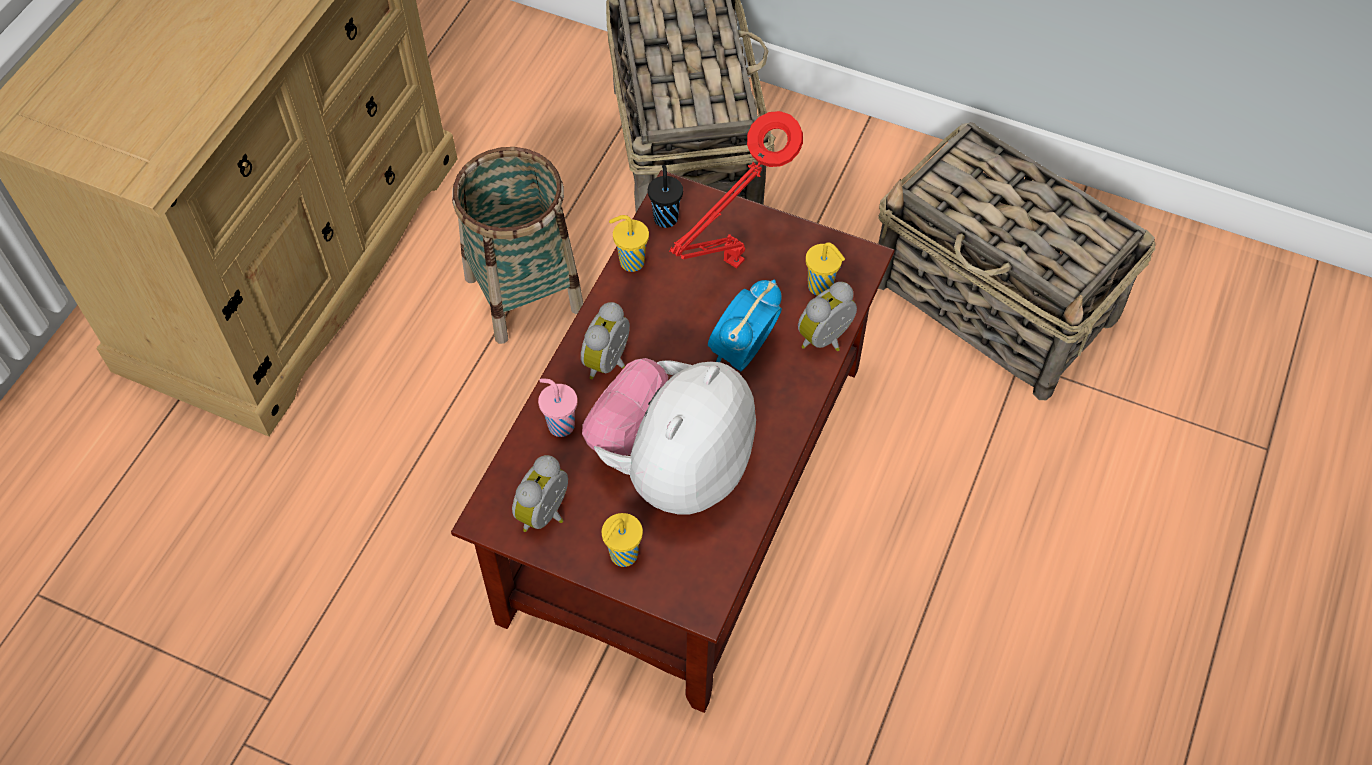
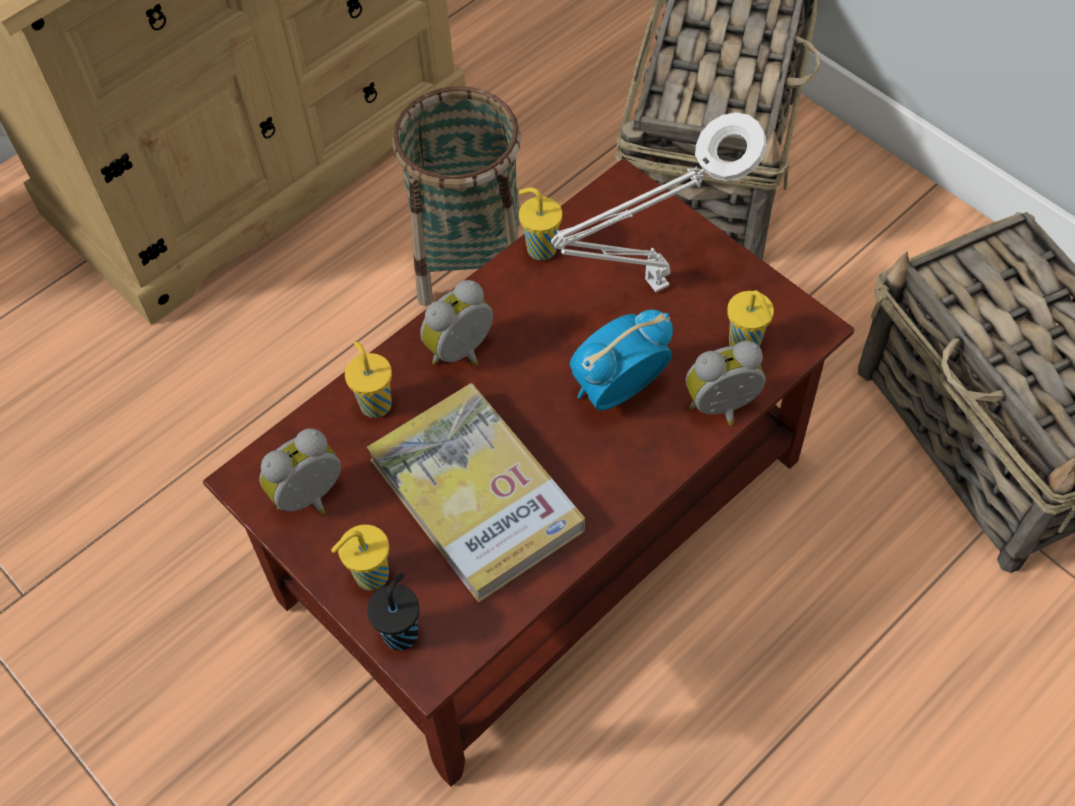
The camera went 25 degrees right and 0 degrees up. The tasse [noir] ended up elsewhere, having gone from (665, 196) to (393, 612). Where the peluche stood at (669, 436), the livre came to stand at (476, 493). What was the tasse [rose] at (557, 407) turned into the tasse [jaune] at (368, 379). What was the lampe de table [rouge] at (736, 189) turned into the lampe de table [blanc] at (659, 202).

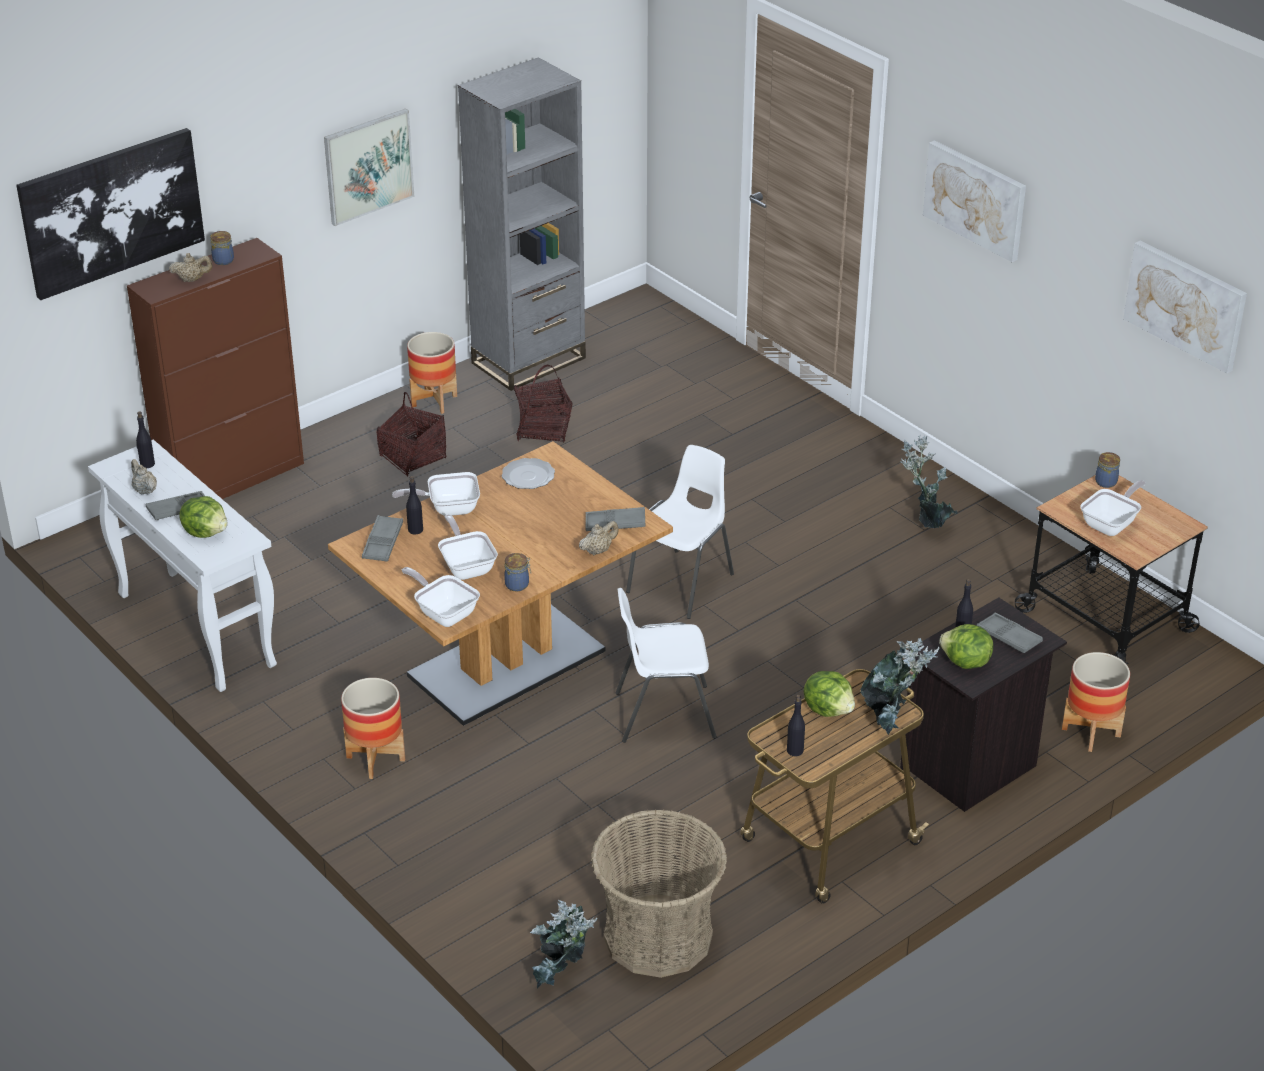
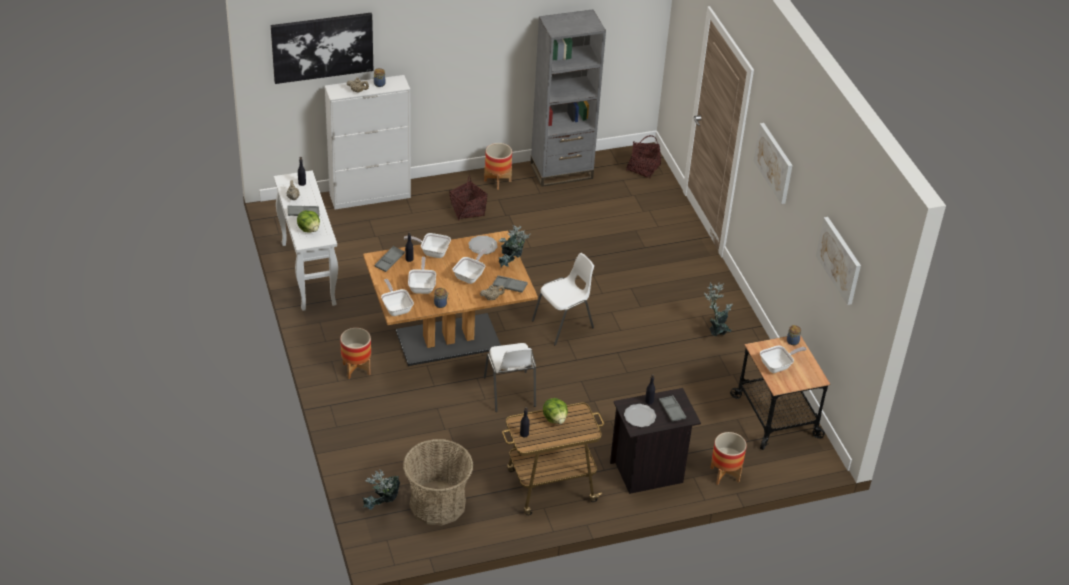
The camera went 20 degrees right and 5 degrees up. The second view lost the tableau at (369, 167). The second view gained the poêle at (470, 266). The panier ended up elsewhere, having gone from (543, 404) to (643, 157). The plante en pot ended up elsewhere, having gone from (899, 686) to (515, 246). Where the laitue stood at (966, 646), the assiette came to stand at (640, 415). What was the meuble de rangement [marron] at (215, 368) turned into the meuble de rangement [blanc] at (368, 142). The chaise [blanc] at (666, 665) ended up facing another way, 120 degrees counterclockwise from before.

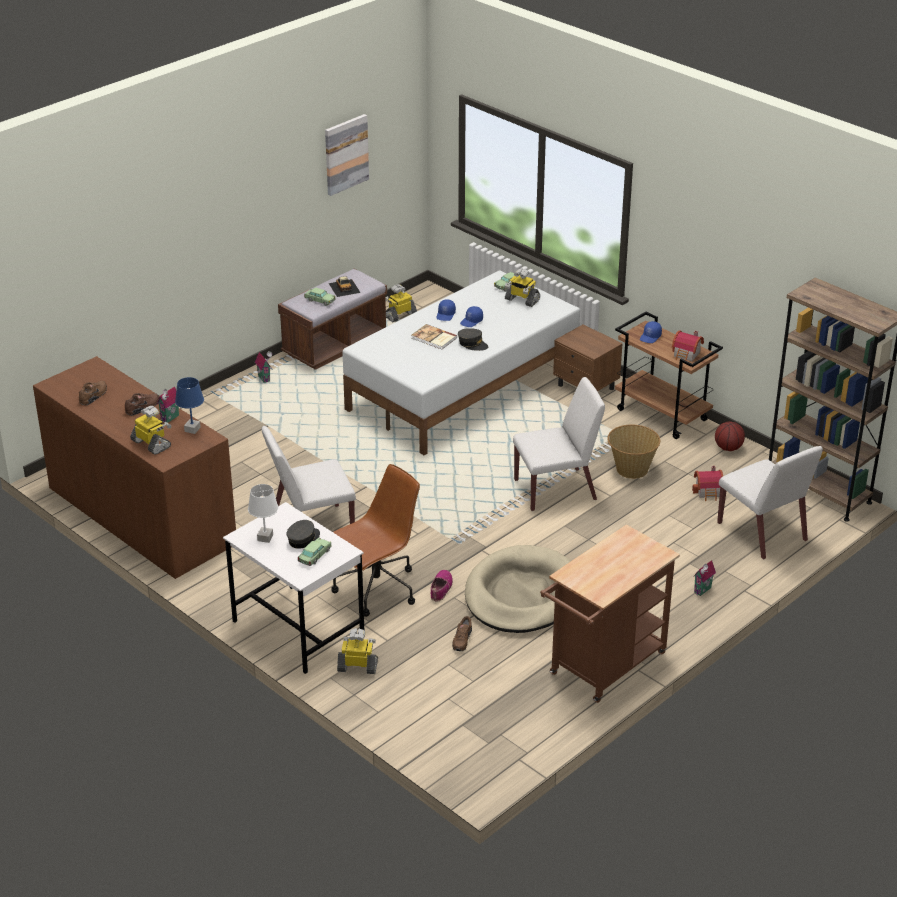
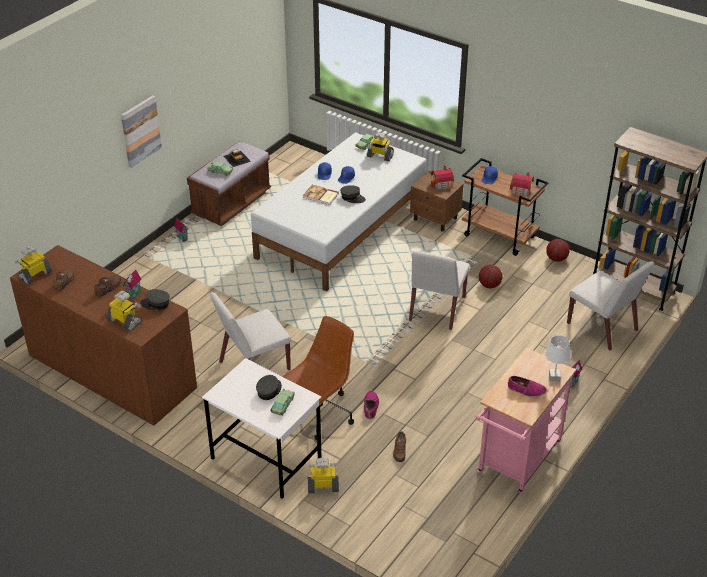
The camera went 10 degrees left and 5 degrees up. The second view lost the panier pour chien [beige] at (518, 589). The second view gained the chaussure at (527, 386). The lampe de table [blanc] ended up elsewhere, having gone from (263, 513) to (558, 358). The tableau ended up elsewhere, having gone from (347, 155) to (141, 131). The robot jouet ended up elsewhere, having gone from (401, 303) to (33, 265). The maison miniature ended up elsewhere, having gone from (707, 483) to (442, 178). Where the lampe de table [bleu] stood at (189, 405), the casquette [gris] came to stand at (155, 299). Where the panier stood at (633, 451), the ballon de basket came to stand at (490, 276). What was the chariot [marron] at (610, 614) turned into the chariot [rose] at (526, 420). The chaise [blanc] at (559, 444) ended up facing another way, 135 degrees clockwise from before.

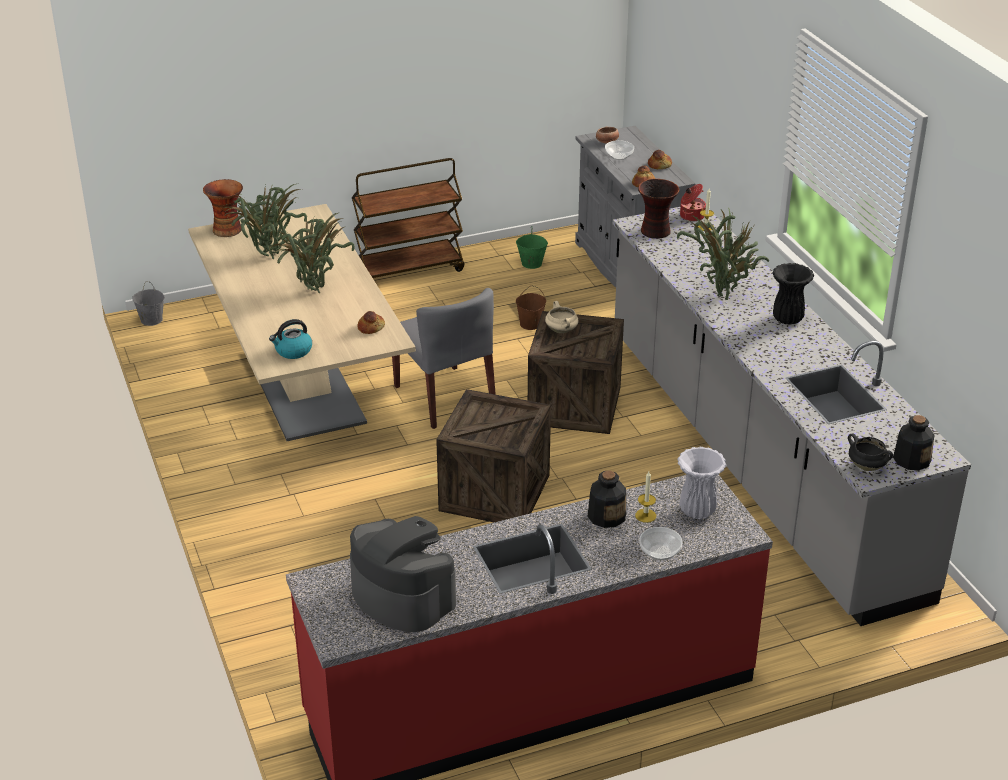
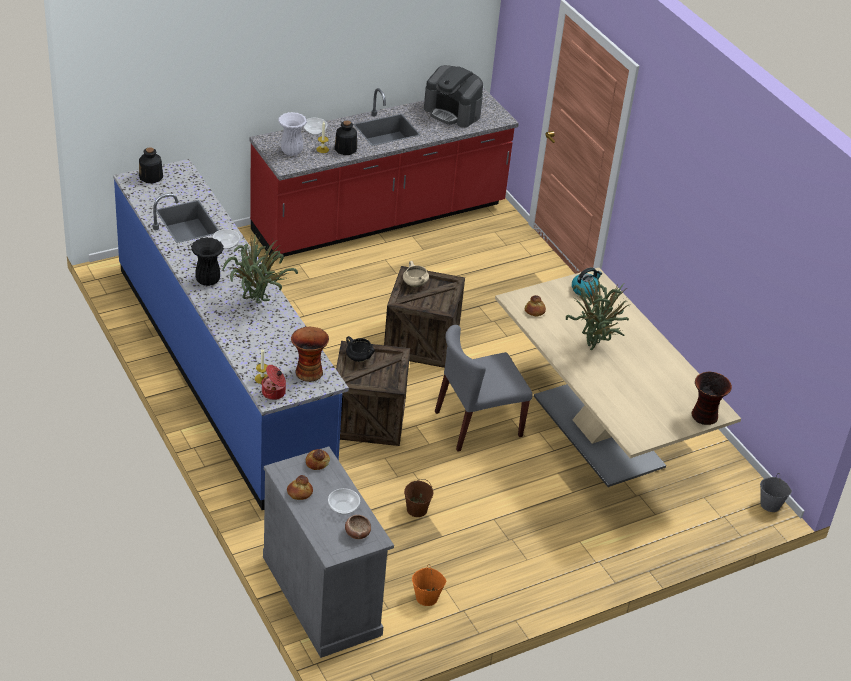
The camera went 170 degrees right and 5 degrees up. The second view lost the plante en pot at (263, 222). The second view lost the chariot [marron] at (408, 218). The second view gained the bol at (226, 239). The marmite [beige] ended up elsewhere, having gone from (562, 317) to (416, 274). The marmite [noir] ended up elsewhere, having gone from (870, 452) to (360, 349). What was the seau [vert] at (532, 247) turned into the seau [orange] at (429, 585). What was the comptoir de cuisine [gris] at (792, 416) turned into the comptoir de cuisine [bleu] at (231, 334). The chaise [gris] at (444, 358) ended up facing another way, 75 degrees counterclockwise from before.

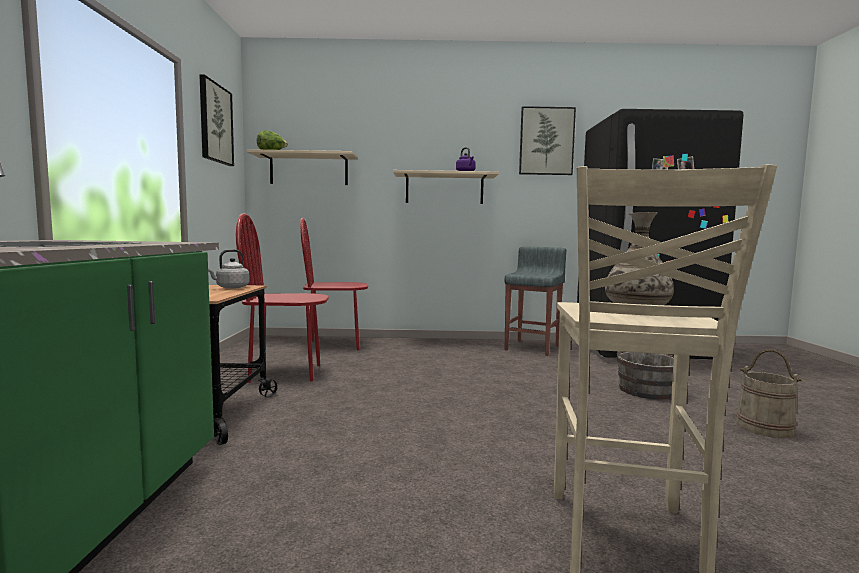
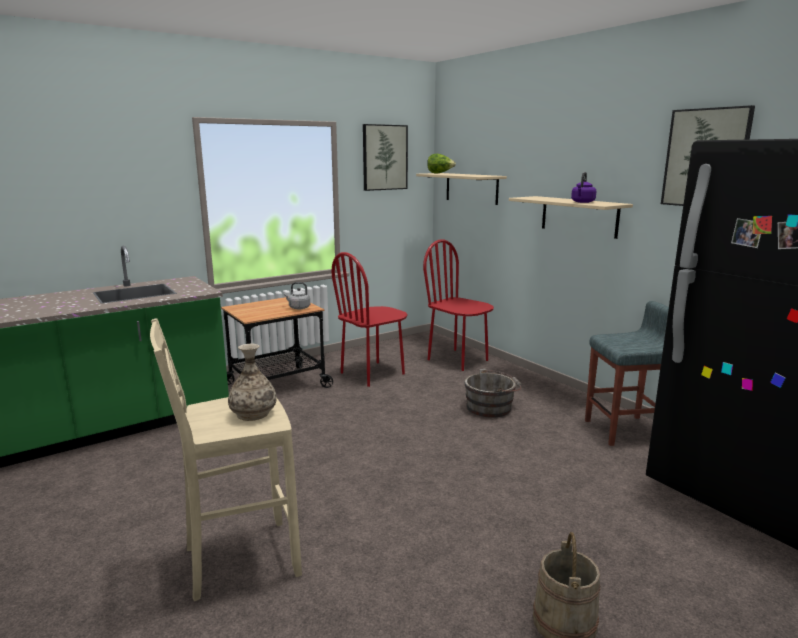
The camera went 55 degrees right and 10 degrees up. The seau [gris] ended up elsewhere, having gone from (645, 375) to (493, 393). The chaise [rouge] at (282, 298) ended up facing another way, 90 degrees counterclockwise from before.

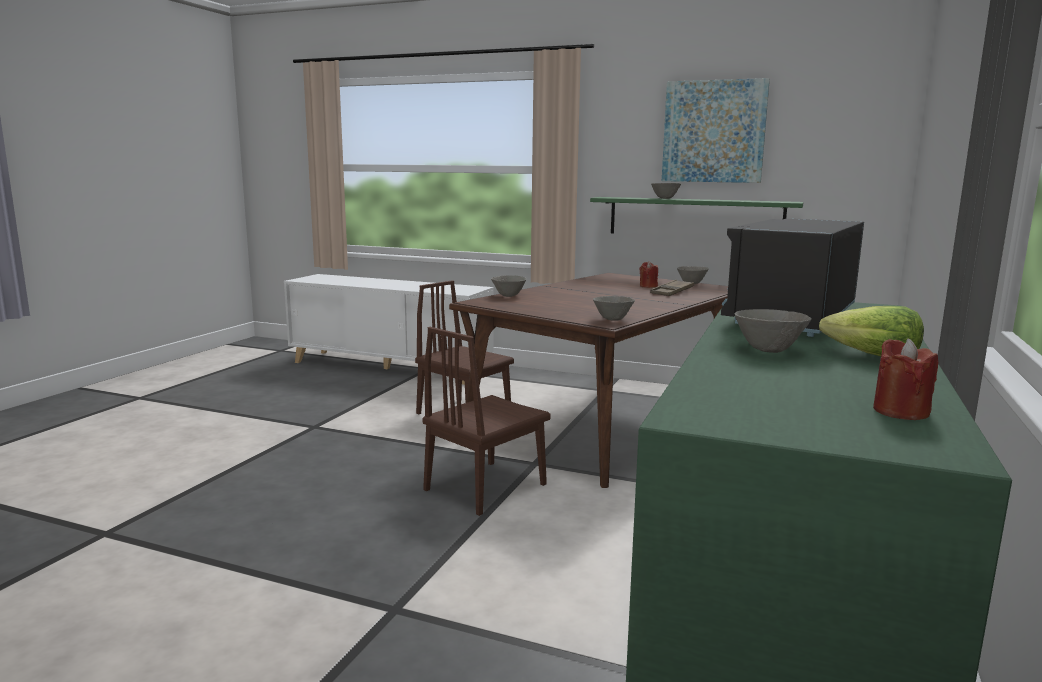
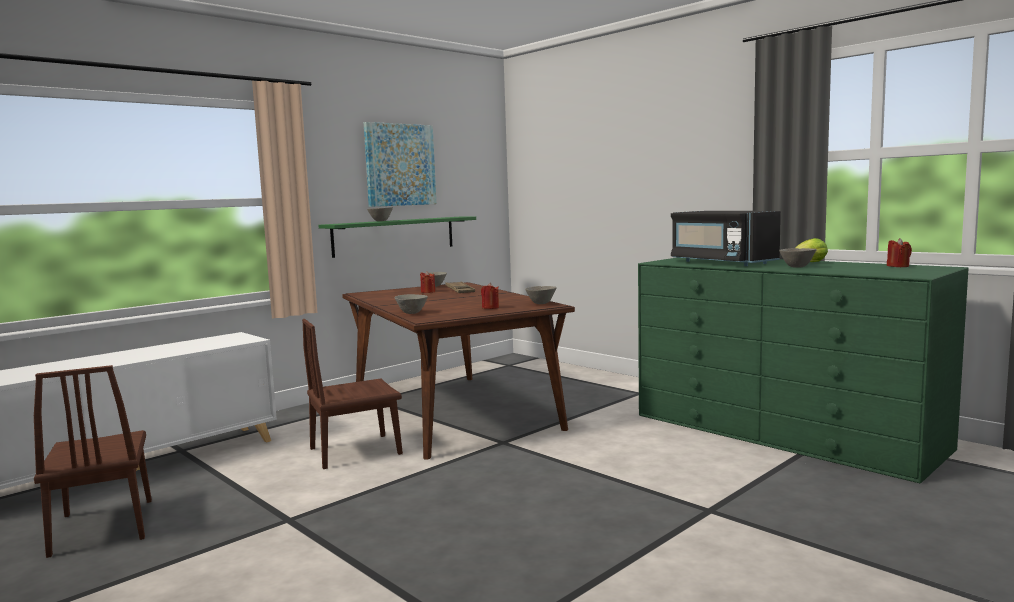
The camera went 65 degrees left and 5 degrees down. The second view gained the bougie [rouge] at (490, 296). The chaise [marron] ended up elsewhere, having gone from (486, 421) to (93, 461).

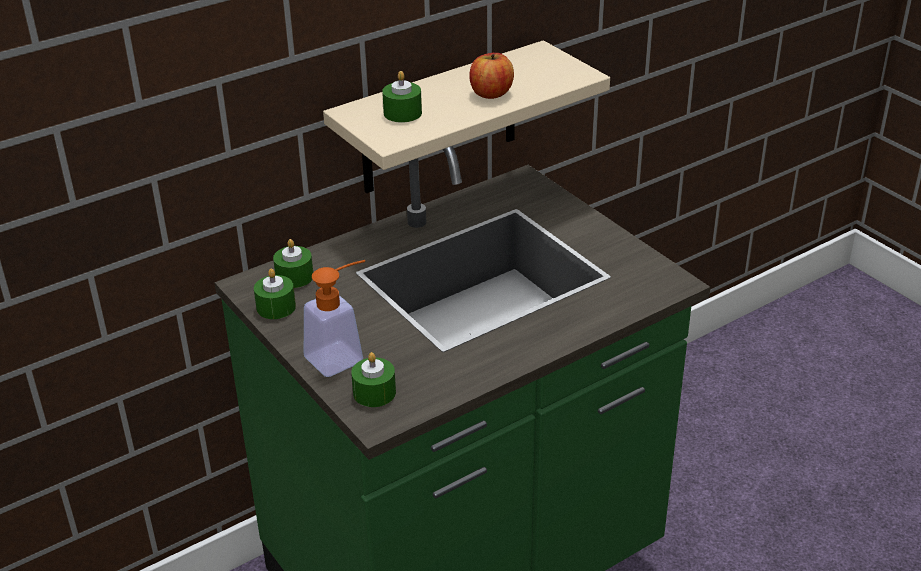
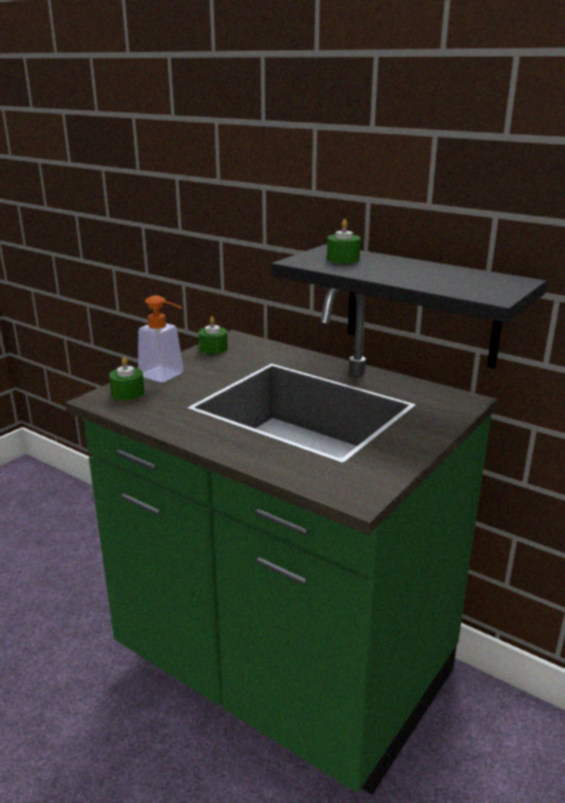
The camera went 70 degrees right and 10 degrees down. The second view lost the bougie [vert] at (293, 263). The second view lost the pomme at (491, 76). What was the étagère [beige] at (466, 116) turned into the étagère [noir] at (409, 306).

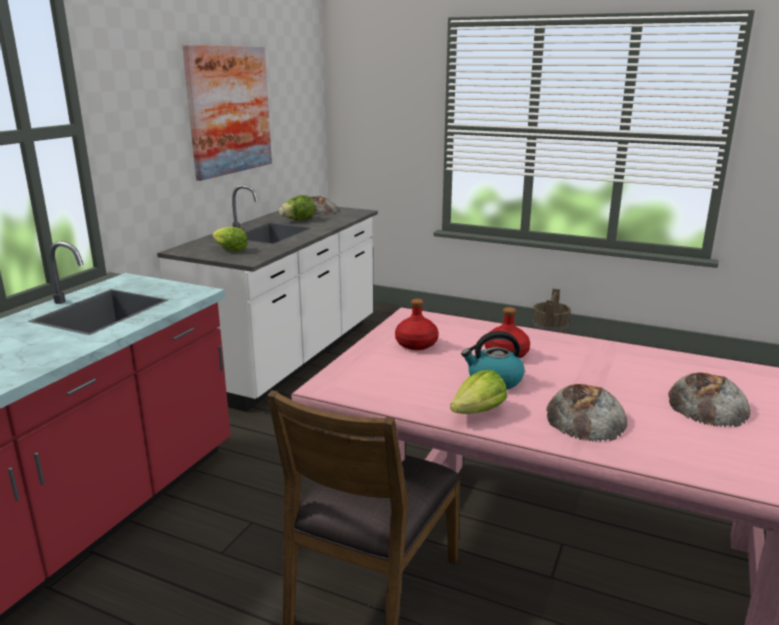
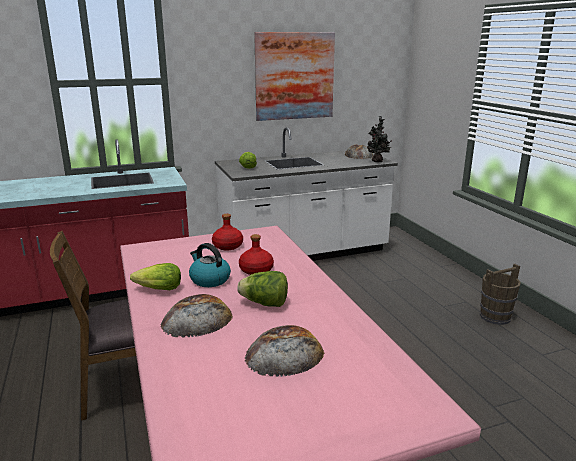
The camera went 45 degrees right and 0 degrees up. The second view gained the plante en pot at (379, 139). The laitue ended up elsewhere, having gone from (297, 207) to (262, 289).

